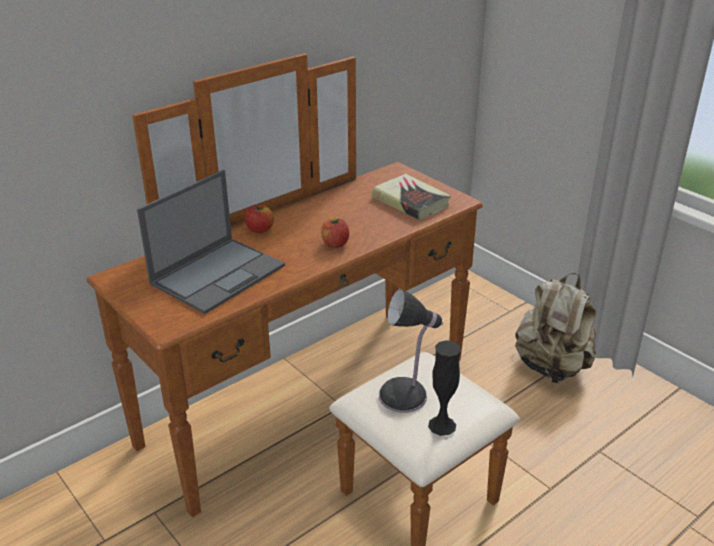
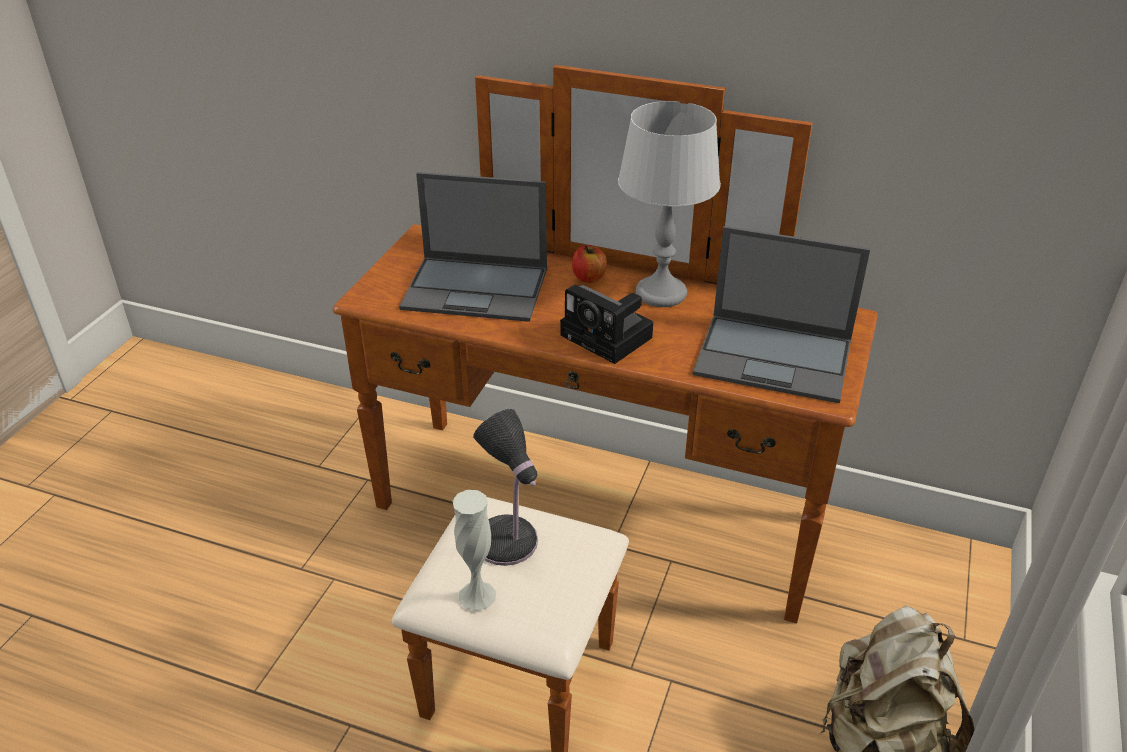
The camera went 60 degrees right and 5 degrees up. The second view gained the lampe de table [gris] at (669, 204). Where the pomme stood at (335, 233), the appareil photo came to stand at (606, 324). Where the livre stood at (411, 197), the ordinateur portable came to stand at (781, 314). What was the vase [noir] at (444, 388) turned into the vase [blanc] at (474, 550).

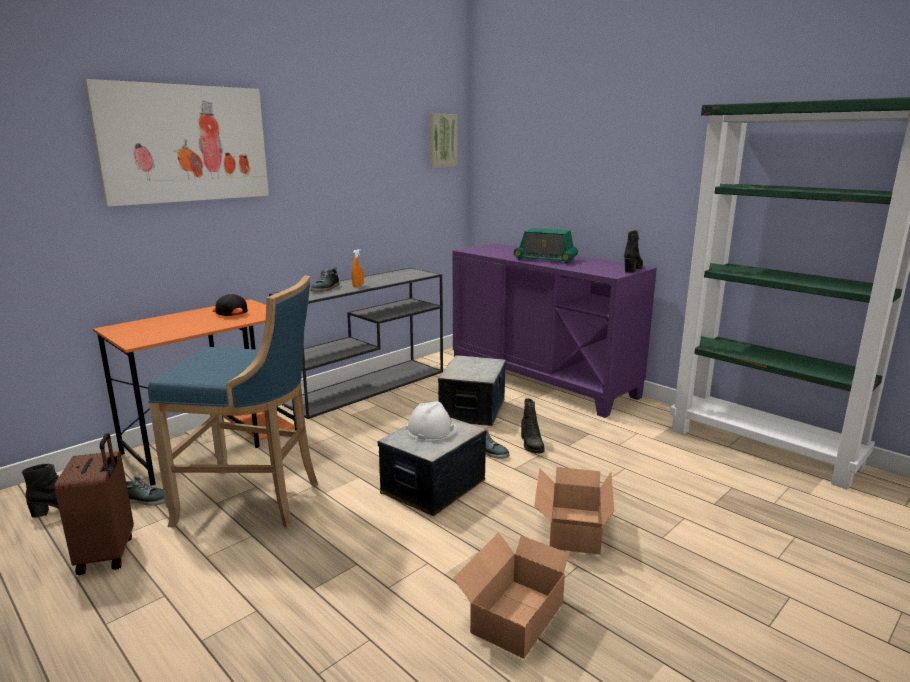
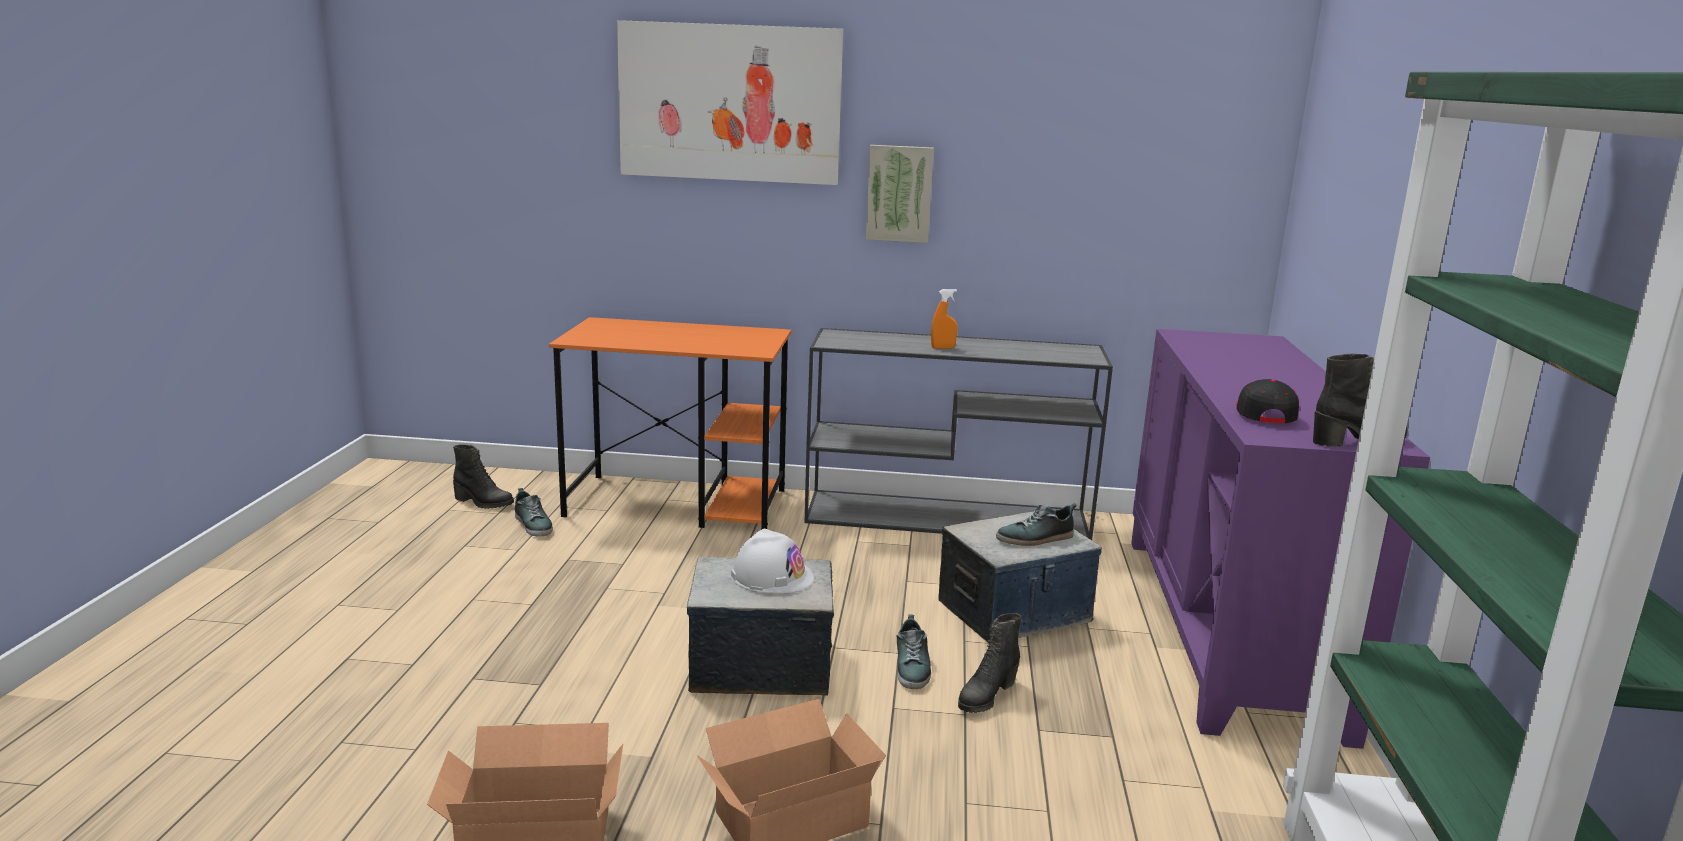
The camera went 50 degrees right and 0 degrees up. The second view lost the valise [marron] at (94, 504). The second view lost the tabouret [bleu] at (233, 401). The second view lost the radio at (546, 246). The casquette [noir] ended up elsewhere, having gone from (230, 305) to (1267, 401). The chaussure ended up elsewhere, having gone from (324, 279) to (1036, 524). The tableau ended up elsewhere, having gone from (443, 140) to (900, 194).

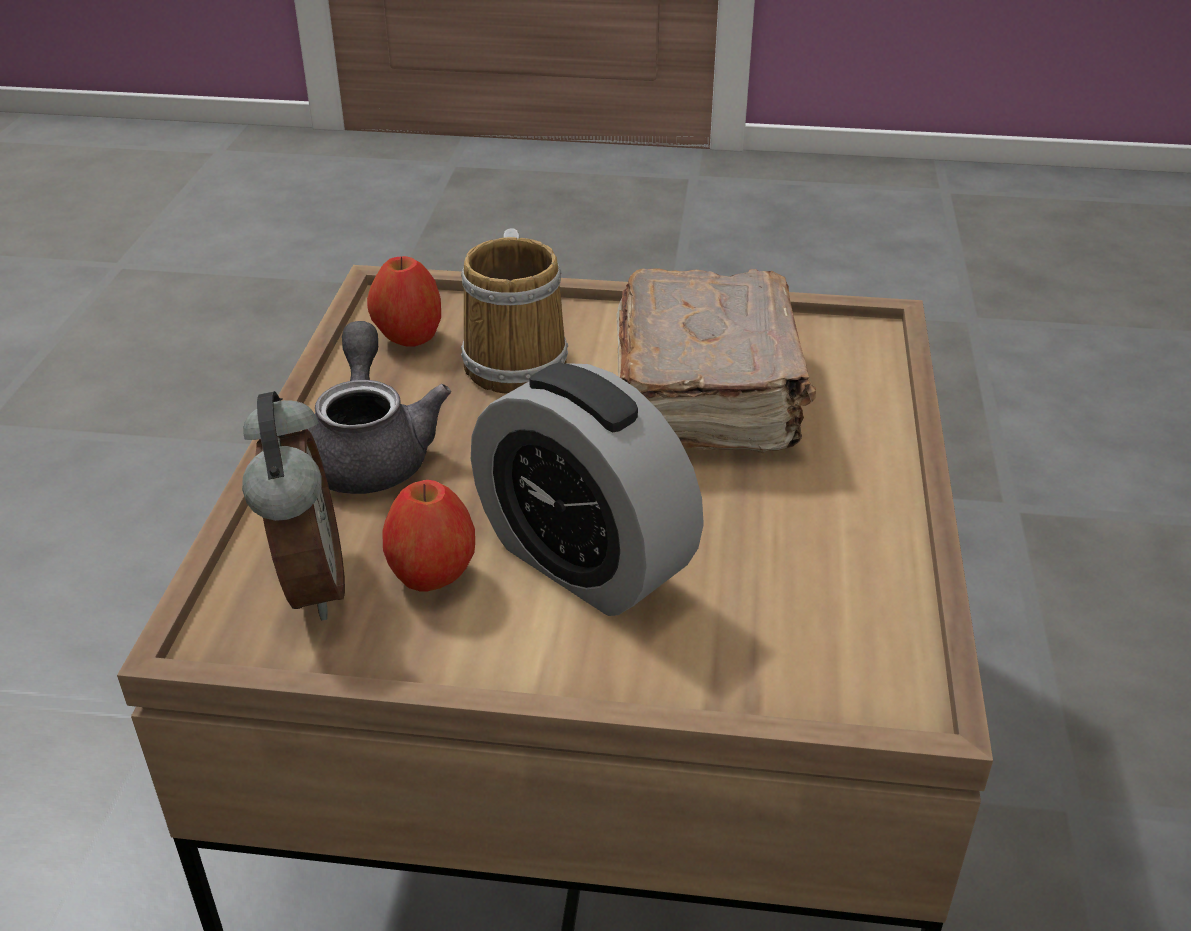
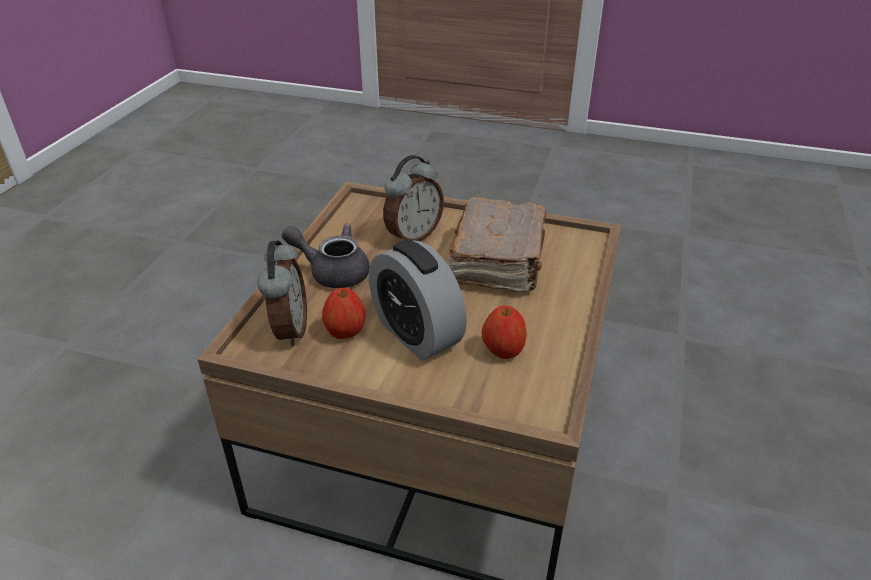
The camera went 10 degrees right and 0 degrees up. The pomme ended up elsewhere, having gone from (404, 301) to (504, 332). Where the mug stood at (514, 311), the réveil came to stand at (413, 198). The théière [gris] at (379, 407) ended up facing another way, 75 degrees counterclockwise from before.

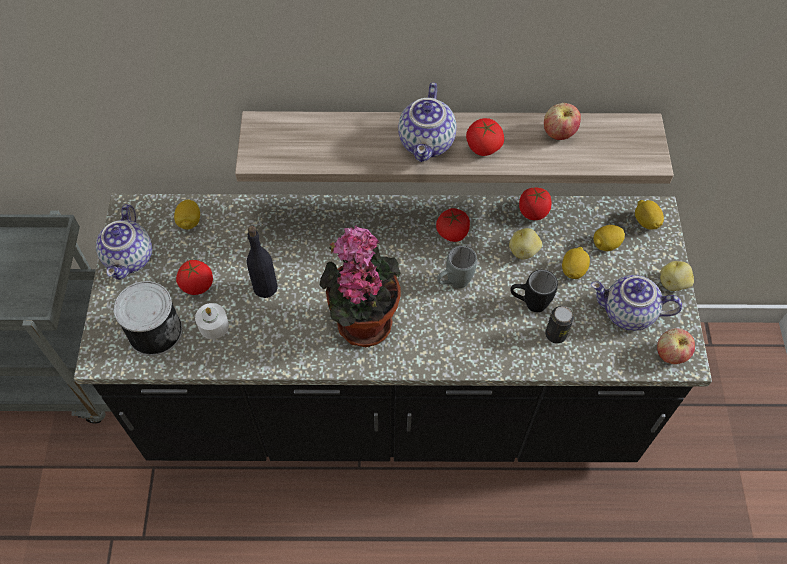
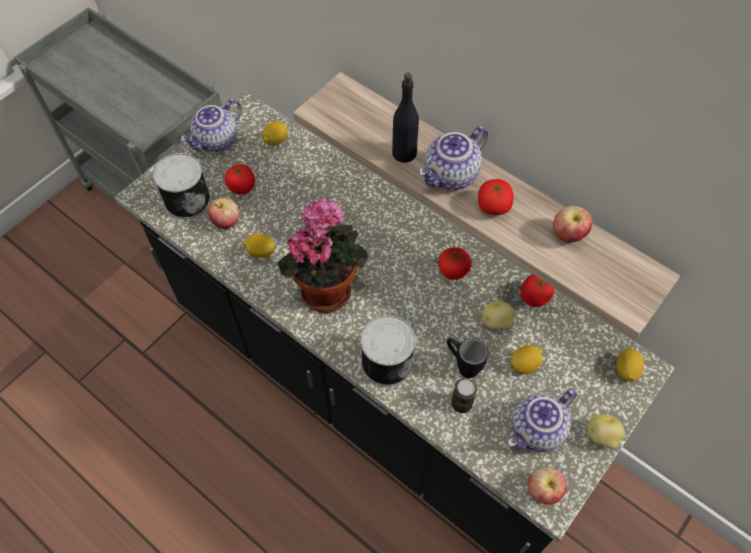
The camera went 40 degrees right and 0 degrees up. The second view lost the mug [gris] at (457, 267). The second view gained the boîte métallique at (387, 350). The bouteille [noir] ended up elsewhere, having gone from (262, 262) to (405, 118). The citron ended up elsewhere, having gone from (609, 238) to (259, 245). Where the bougie [blanc] stood at (212, 321), the pomme came to stand at (223, 213). The théière at (636, 303) ended up facing another way, 90 degrees counterclockwise from before.

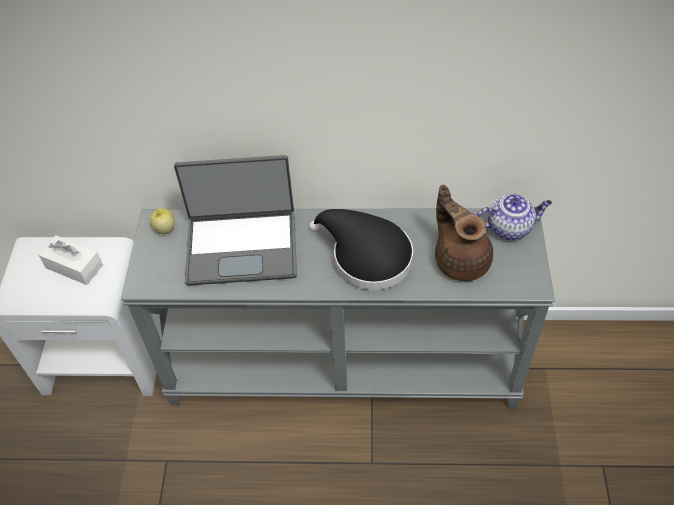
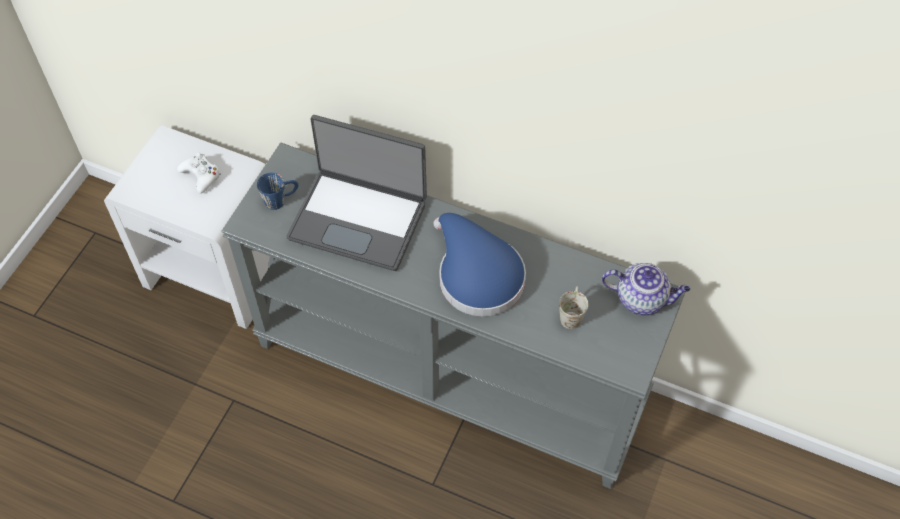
The camera went 20 degrees right and 5 degrees up. The second view lost the pomme at (162, 221). The second view gained the mug [bleu] at (277, 191). Where the boîte à mouchoirs [blanc] stood at (71, 260), the manette [blanc] came to stand at (199, 173). Where the théière [marron] stood at (464, 233), the mug [blanc] came to stand at (574, 307). What was the chapeau [noir] at (361, 249) turned into the chapeau [bleu] at (479, 264).

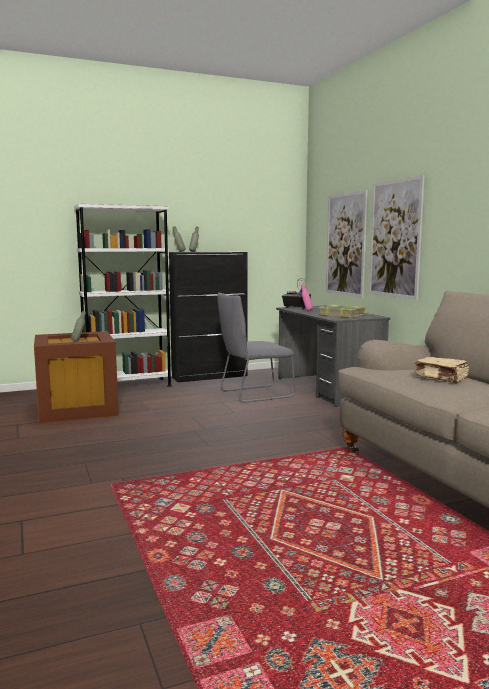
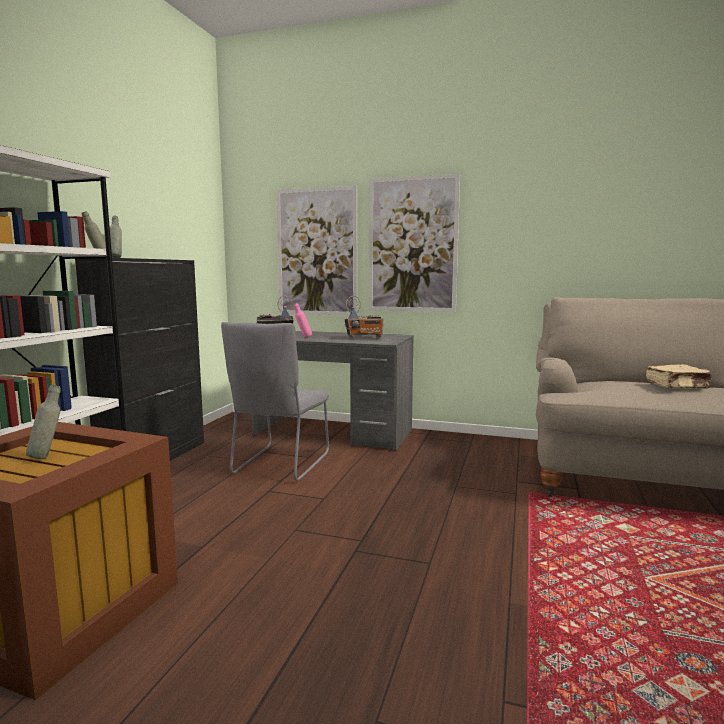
The camera went 50 degrees left and 0 degrees up. Where the livre stood at (341, 311), the radio came to stand at (364, 317).

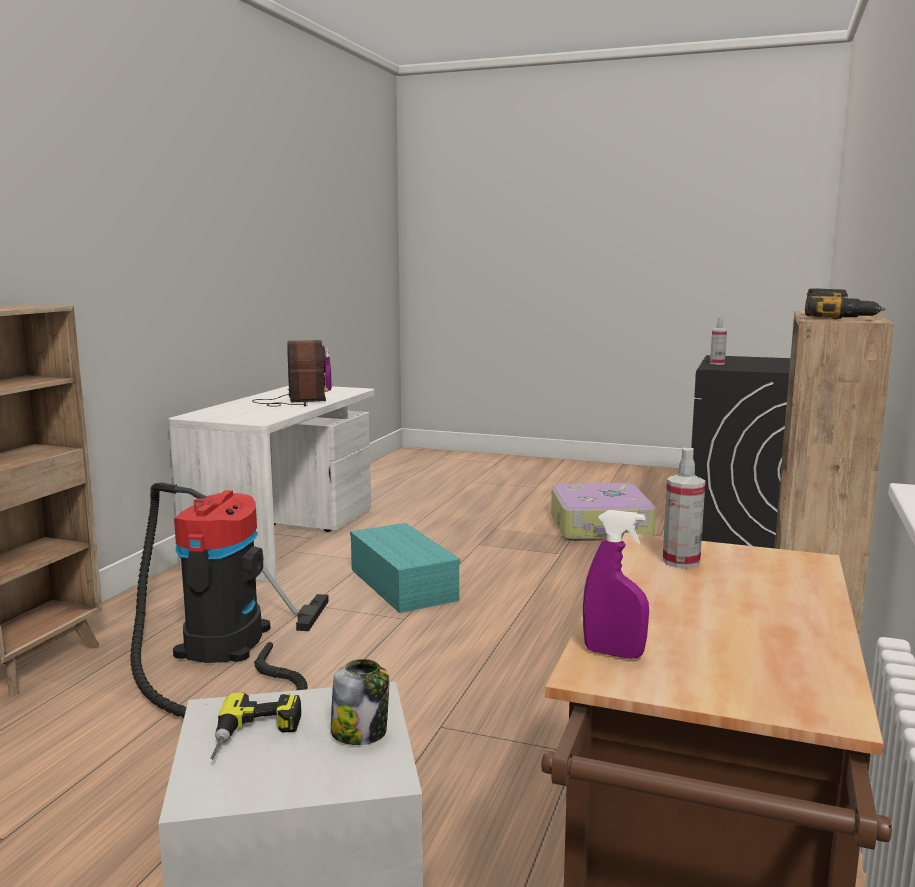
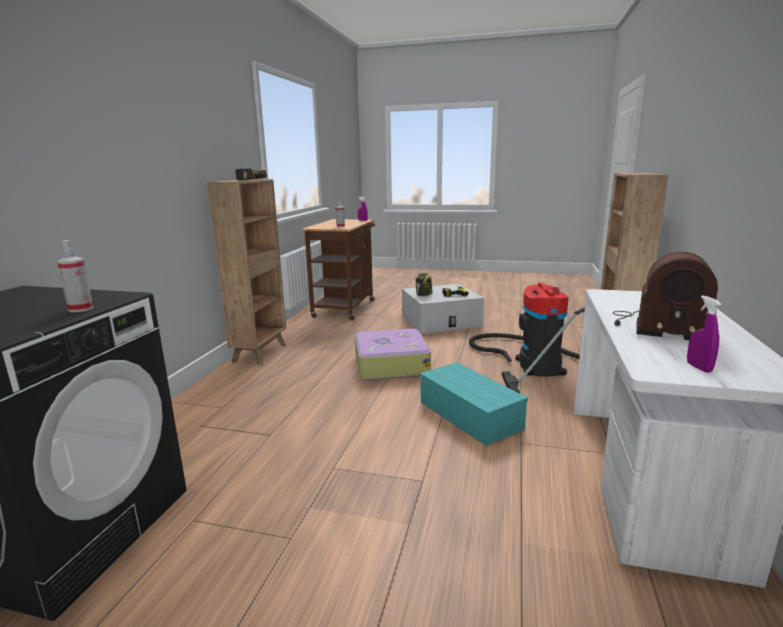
The camera went 175 degrees right and 5 degrees up. The valise ended up elsewhere, having gone from (603, 512) to (393, 354). The radio at (290, 373) ended up facing another way, 45 degrees counterclockwise from before.

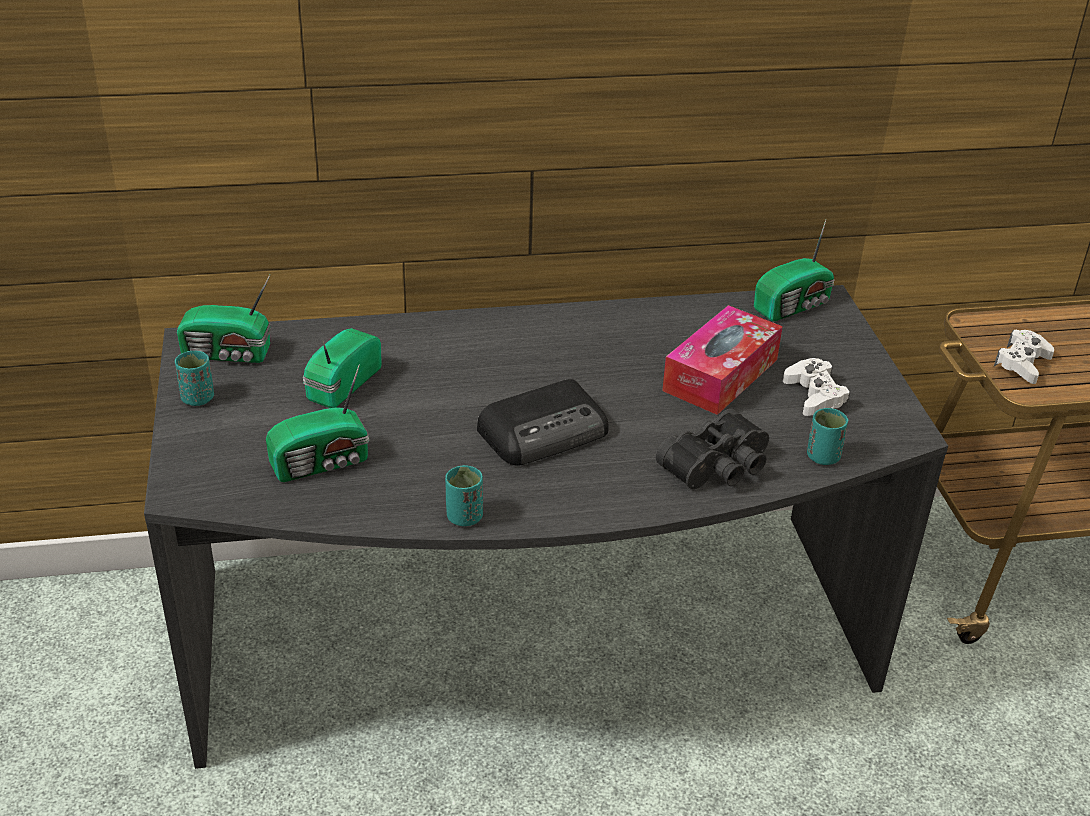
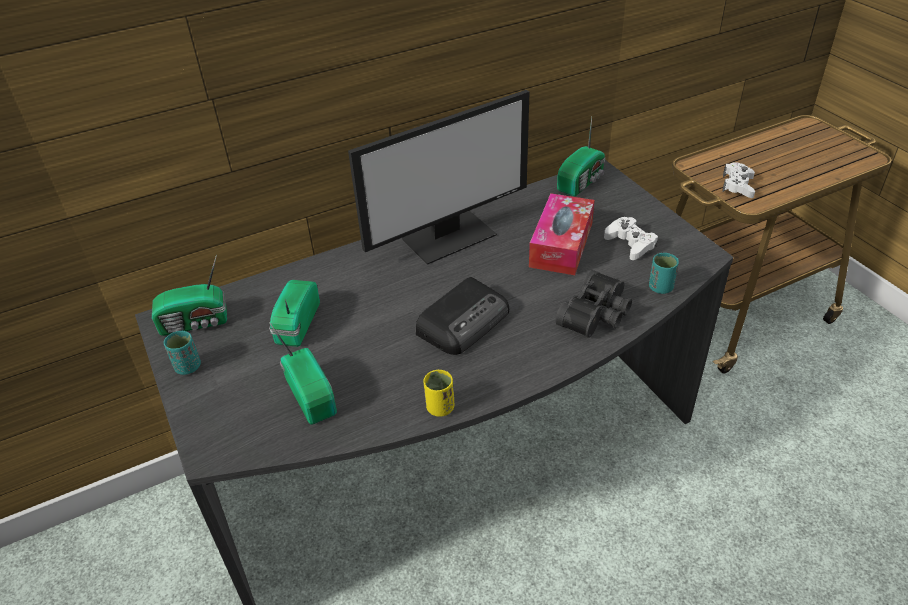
The camera went 15 degrees left and 5 degrees up. The second view gained the écran d'ordinateur at (439, 177). What was the tasse [turquoise] at (464, 495) turned into the tasse [jaune] at (438, 393). The radio at (317, 423) ended up facing another way, 75 degrees counterclockwise from before.

